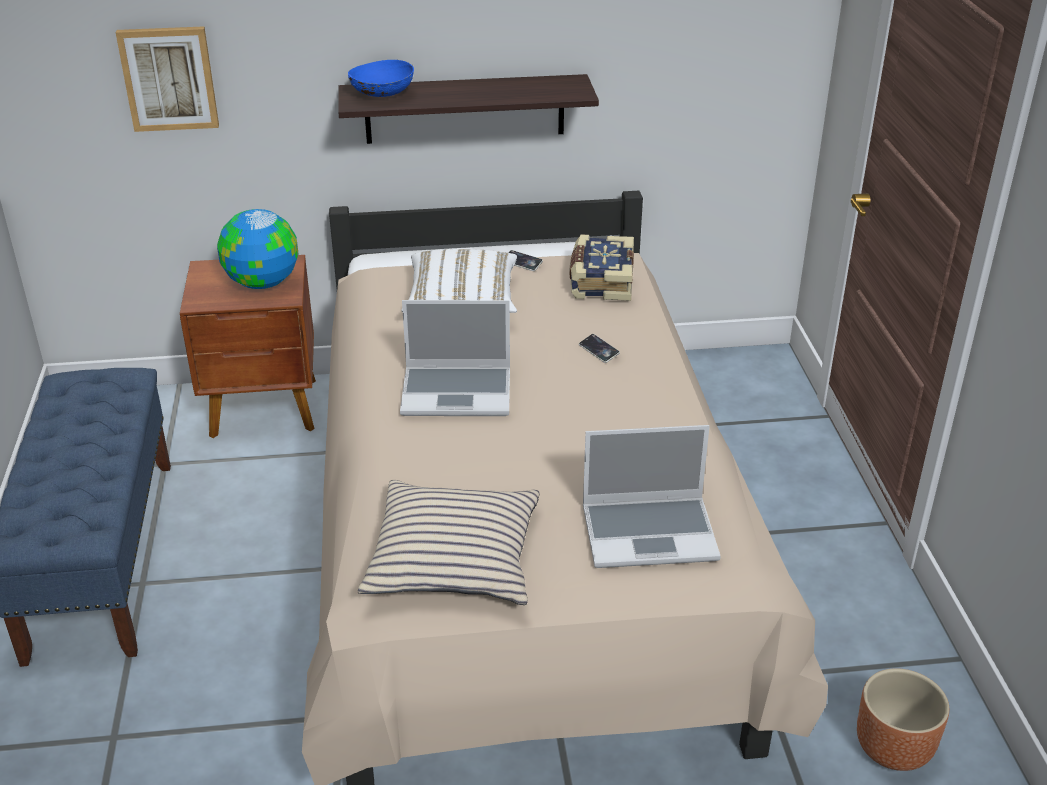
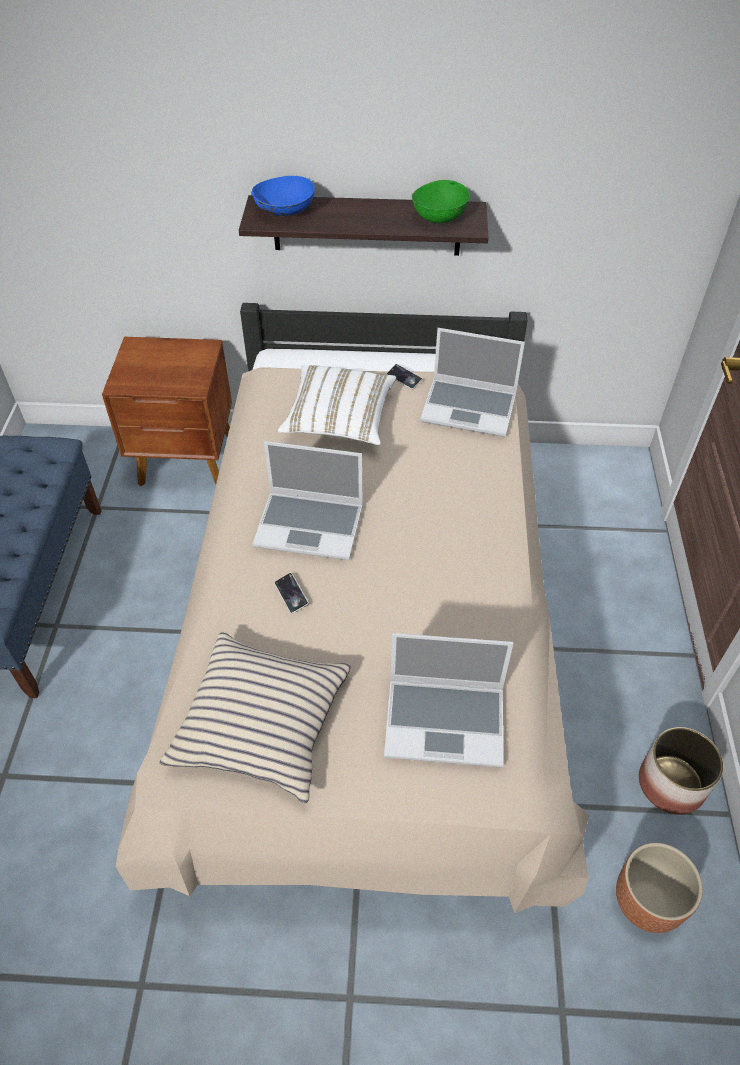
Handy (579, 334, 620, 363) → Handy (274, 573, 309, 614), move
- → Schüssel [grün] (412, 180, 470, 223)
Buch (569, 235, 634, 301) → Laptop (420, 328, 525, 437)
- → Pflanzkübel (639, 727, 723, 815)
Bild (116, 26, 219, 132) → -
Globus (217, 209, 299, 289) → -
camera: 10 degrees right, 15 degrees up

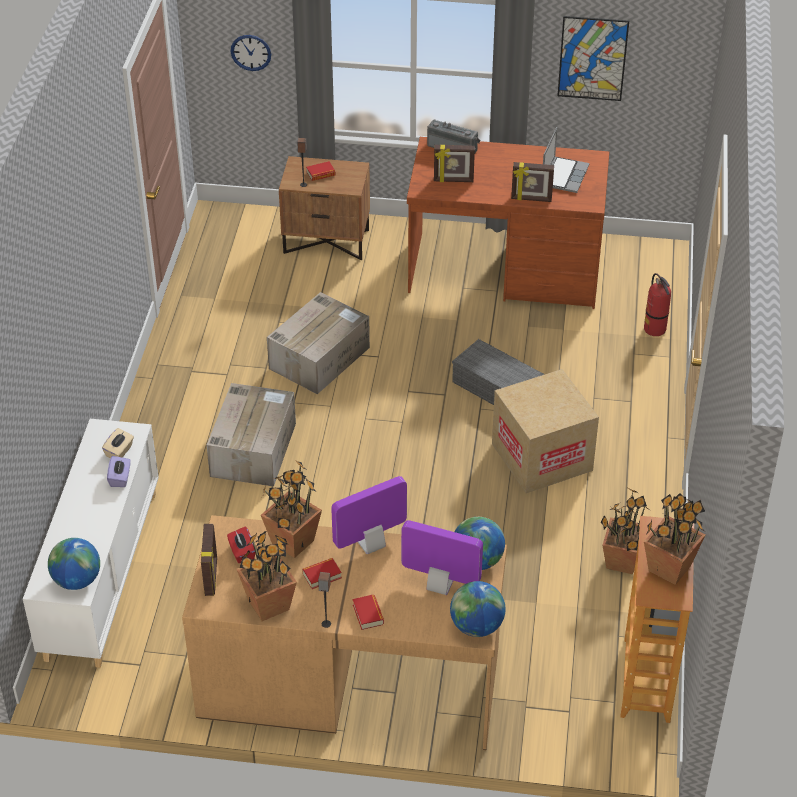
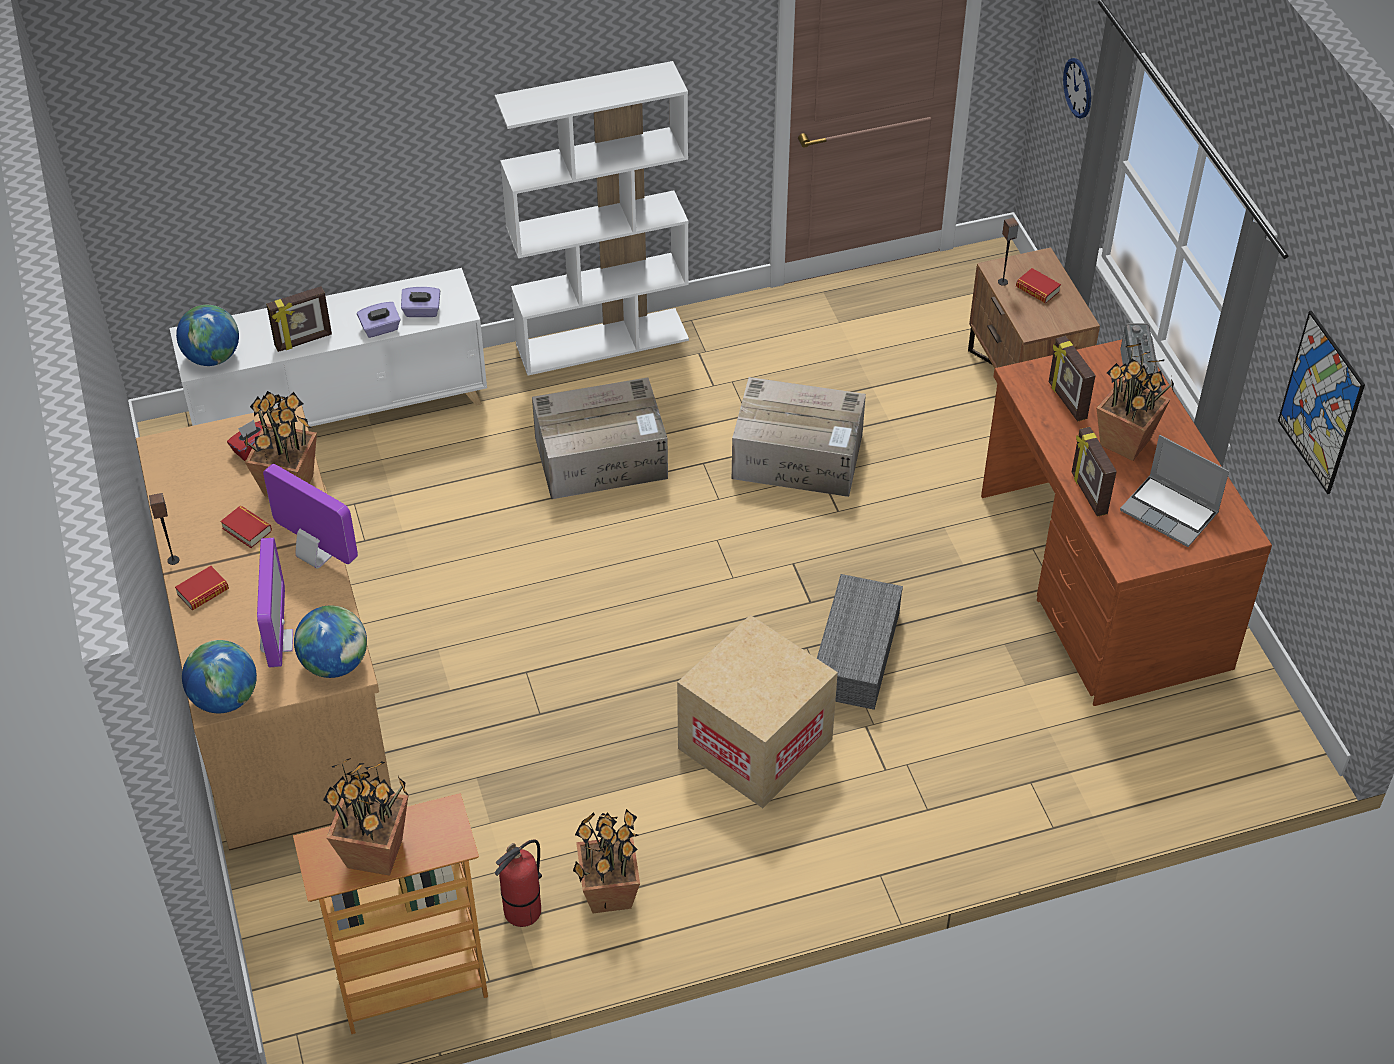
Bilderrahmen (201, 524, 217, 596) → Bilderrahmen (266, 286, 332, 352), move
Taschentuchbox [beige] (102, 428, 134, 458) → Taschentuchbox [lila] (401, 287, 440, 317)
- → Bücherregal [weiß] (495, 61, 689, 376)
Feuerlöscher (644, 273, 671, 336) → Feuerlöscher (495, 840, 542, 927), move
Topfpflanze (237, 532, 297, 621) → Topfpflanze (1096, 343, 1174, 461), move
Laptop (543, 127, 589, 193) → Laptop (1120, 435, 1229, 547), 45 degrees clockwise
camera: 65 degrees right, 5 degrees up

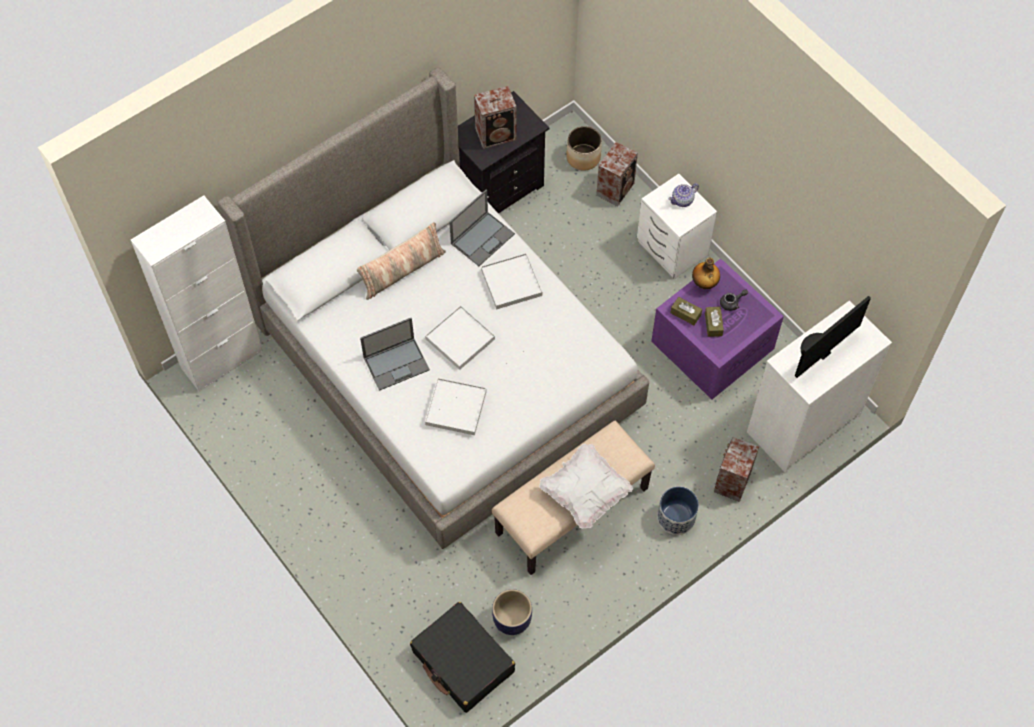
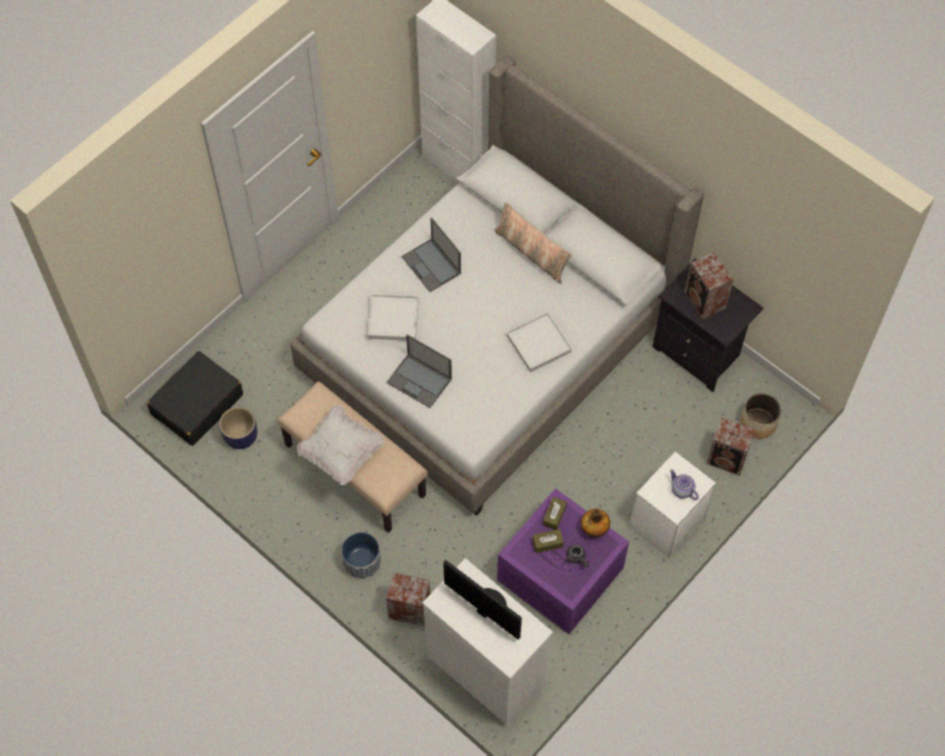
Laptop (449, 190, 515, 266) → Laptop (386, 335, 452, 408), move
Tablett [weiß] (425, 305, 495, 370) → -
camera: 80 degrees right, 0 degrees up

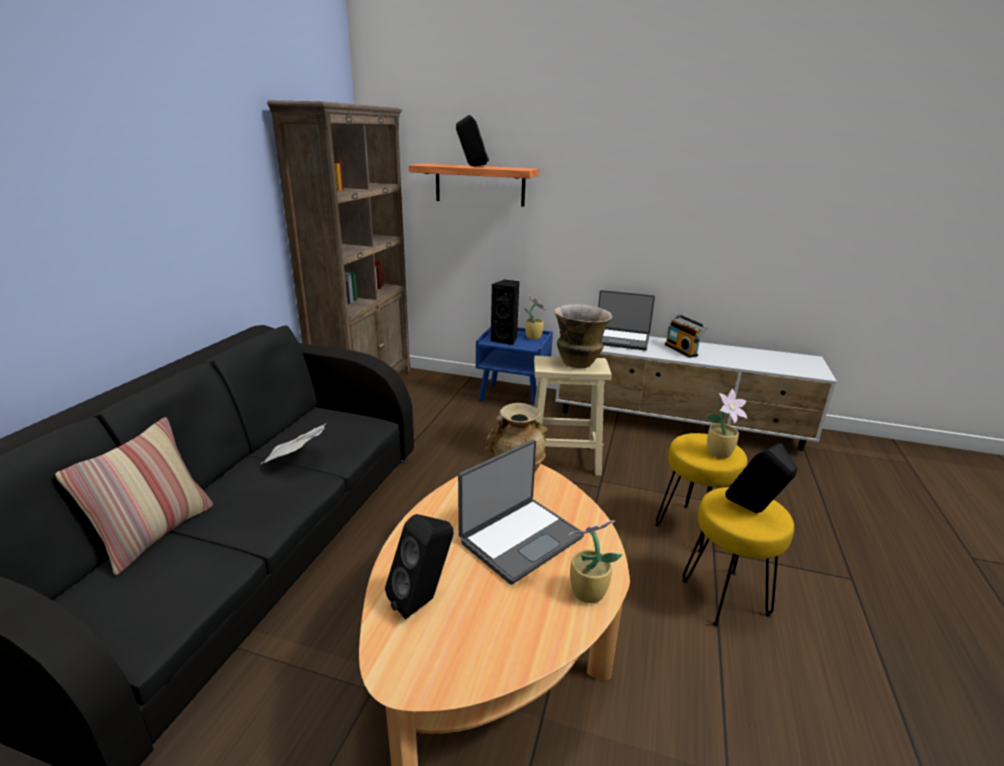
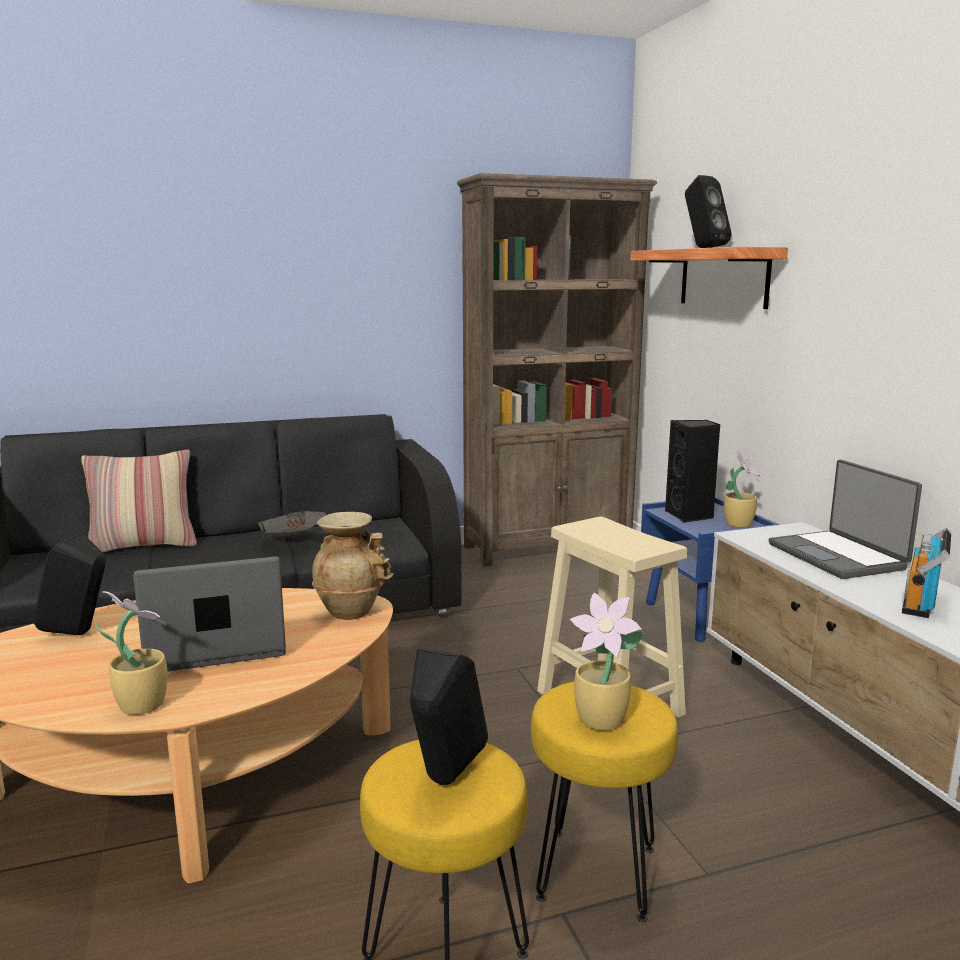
Laptop (458, 440, 584, 585) → Laptop (133, 556, 286, 672), 150 degrees clockwise
Vase (554, 304, 613, 368) → -
camera: 55 degrees right, 10 degrees down

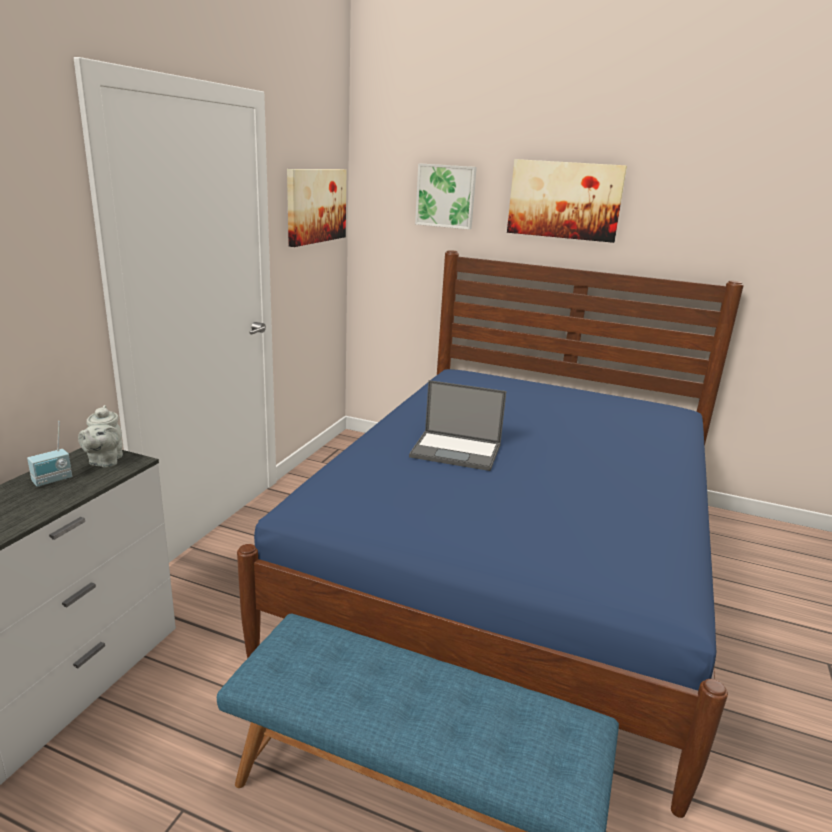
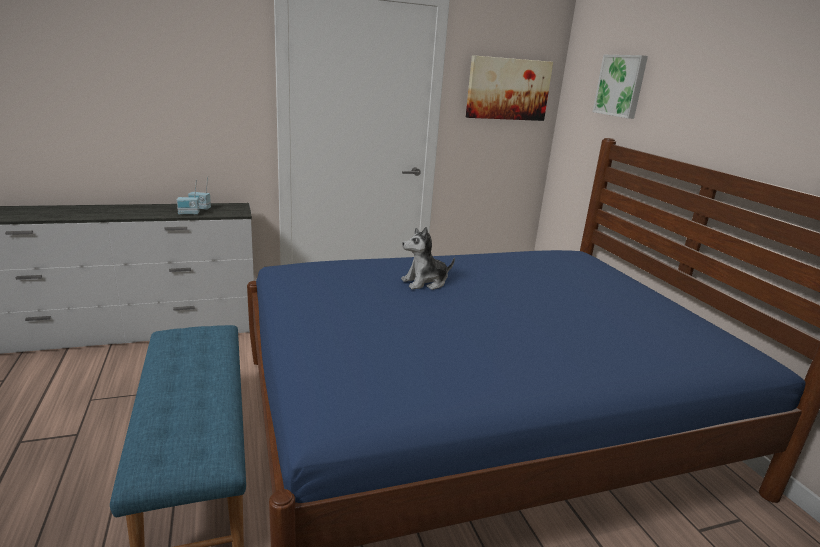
- → Radio (177, 180, 200, 215)
Laptop (409, 380, 506, 471) → Plüschtier (401, 227, 455, 290)
Teekanne [grau] (78, 405, 123, 467) → -
Bild (507, 159, 627, 243) → -
camera: 50 degrees right, 0 degrees up

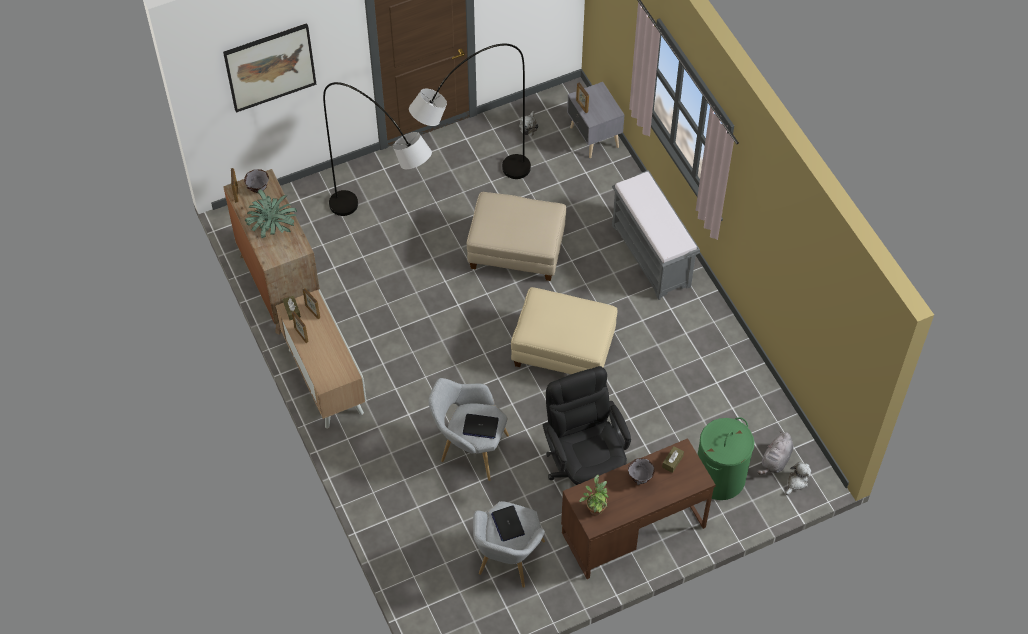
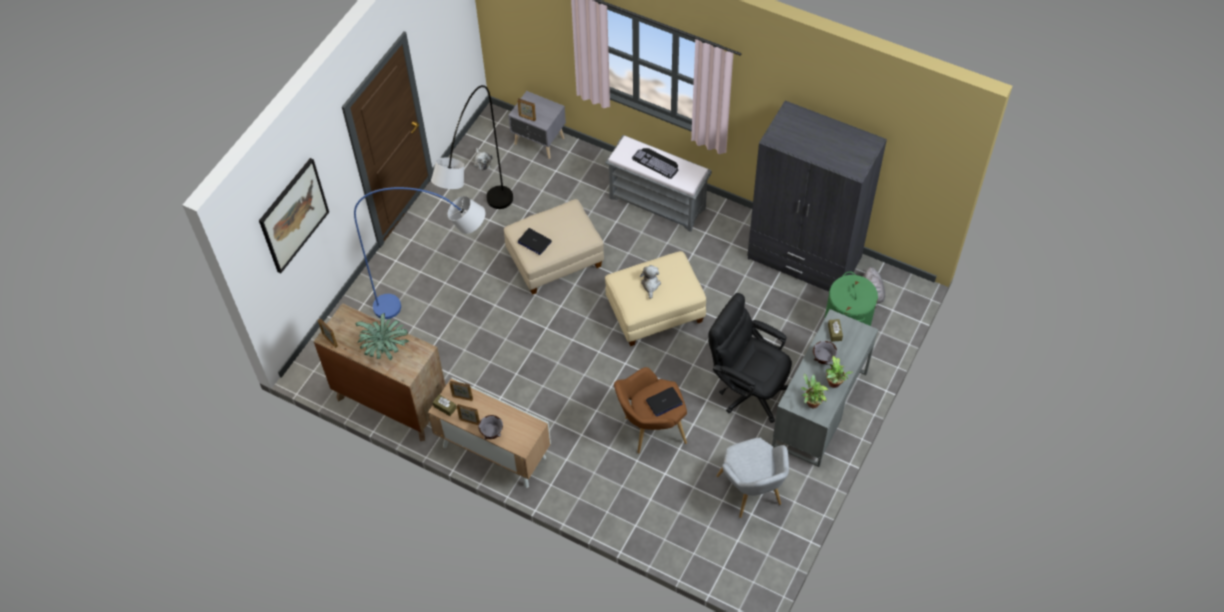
Stehlampe [grau] (323, 82, 432, 216) → Stehlampe [blau] (354, 187, 485, 319)
Schüssel [grau] (244, 169, 269, 193) → Schüssel [grau] (478, 415, 503, 440), move
Laptop (491, 505, 525, 542) → Laptop (518, 228, 552, 255), move
Sessel [grau] (429, 378, 509, 481) → Sessel [braun] (614, 367, 687, 454)
- → Tastatur (632, 148, 679, 179)
Plüschtier (785, 462, 811, 495) → Plüschtier (640, 265, 661, 299), move
- → Kleiderschrank [grau] (747, 101, 887, 292)
Schreibtisch [braun] (561, 438, 716, 579) → Schreibtisch [grau] (772, 309, 878, 467)
- → Topfpflanze (826, 356, 853, 388)
camera: 35 degrees left, 0 degrees up

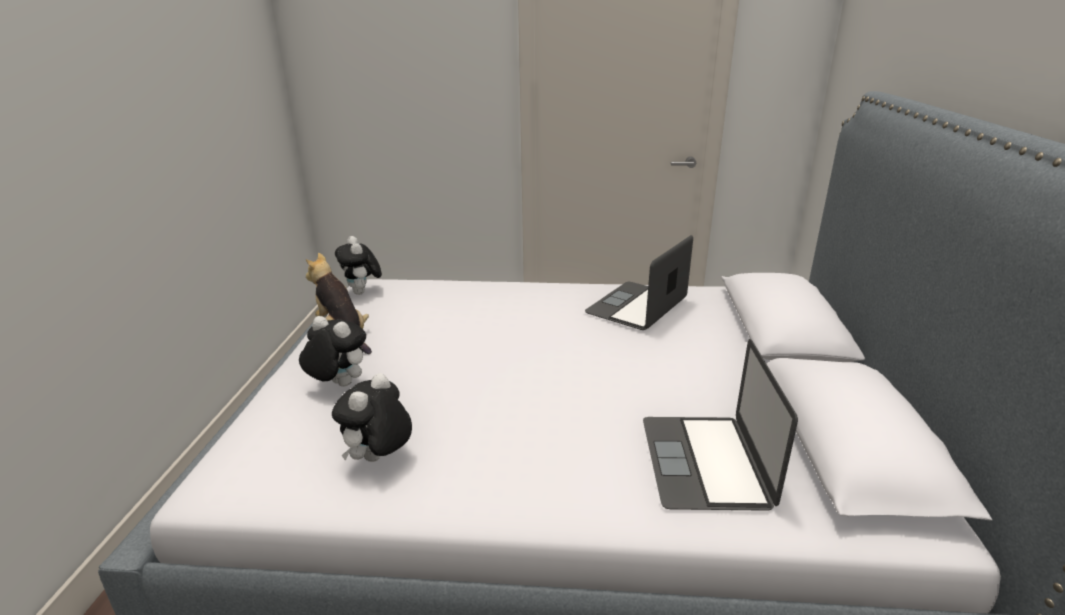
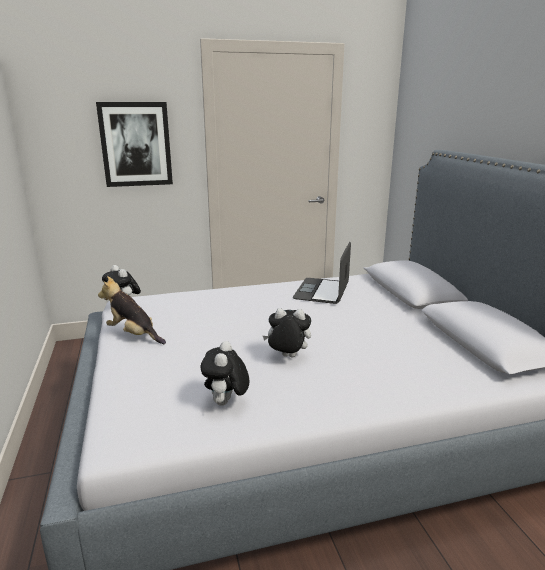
- → Bild (96, 102, 173, 187)
Plüschtier (299, 316, 366, 387) → Plüschtier (263, 308, 311, 358), move
Laptop (643, 339, 798, 511) → -
camera: 20 degrees left, 5 degrees down

